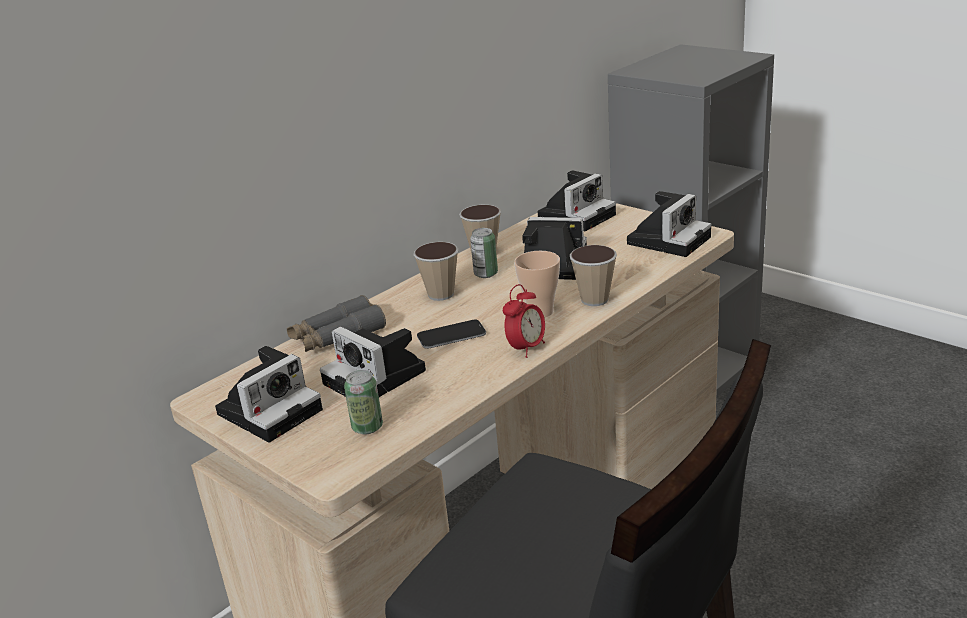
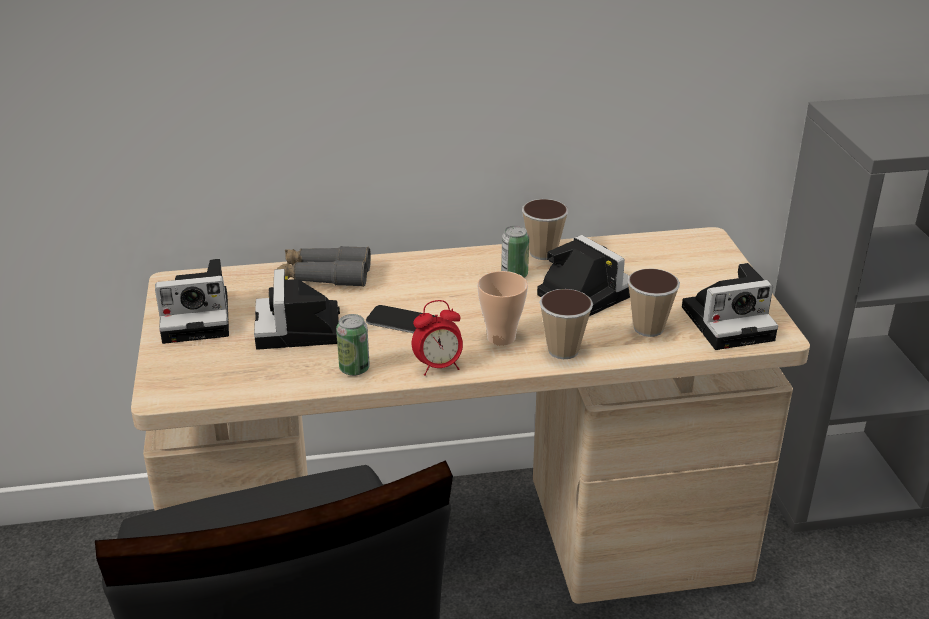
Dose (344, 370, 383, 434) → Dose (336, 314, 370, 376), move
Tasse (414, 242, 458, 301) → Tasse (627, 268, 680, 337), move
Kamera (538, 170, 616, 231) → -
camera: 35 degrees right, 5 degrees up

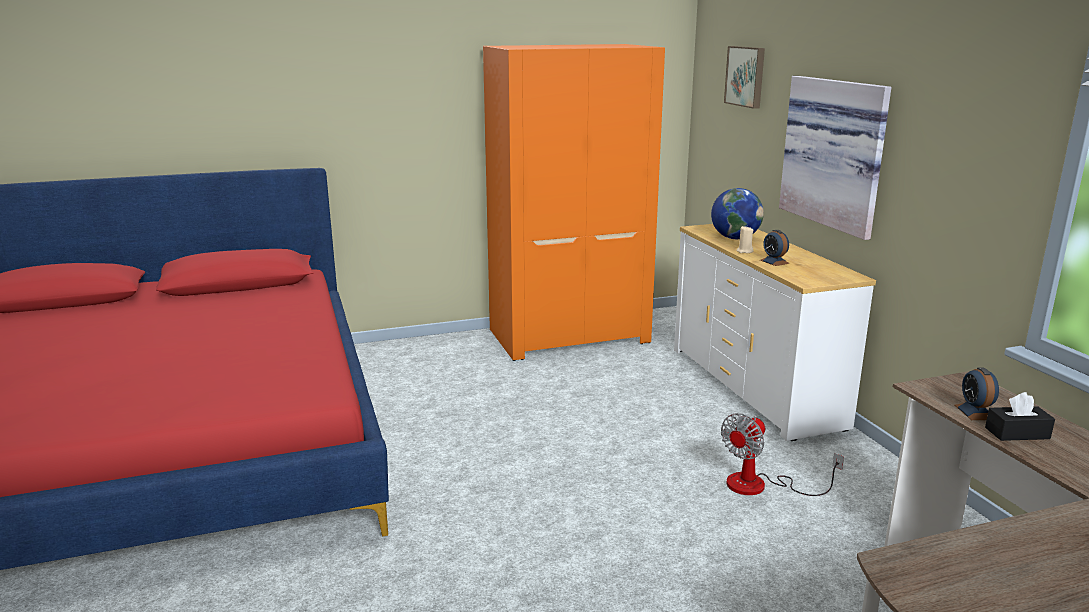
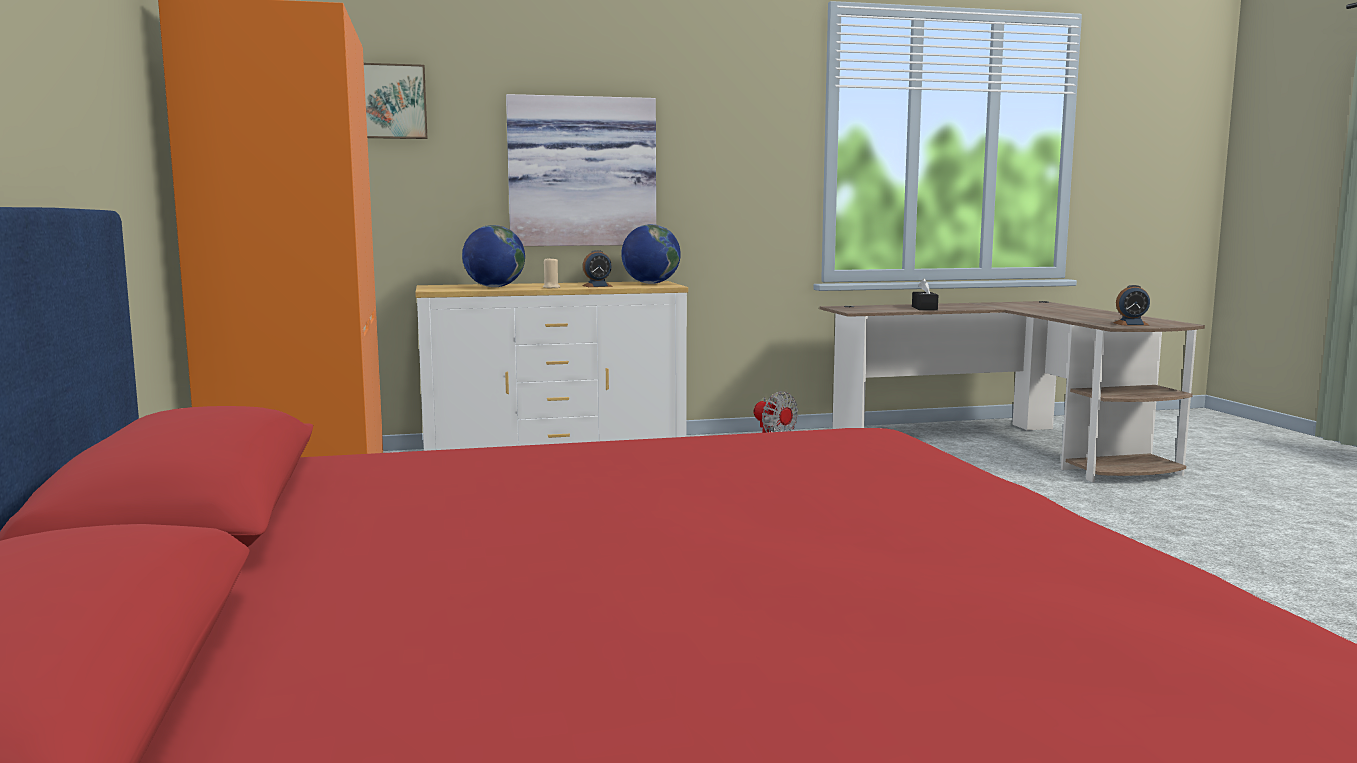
- → Globus (621, 224, 681, 284)
Wecker (955, 367, 999, 420) → Wecker (1113, 285, 1150, 325), move
camera: 85 degrees left, 10 degrees down

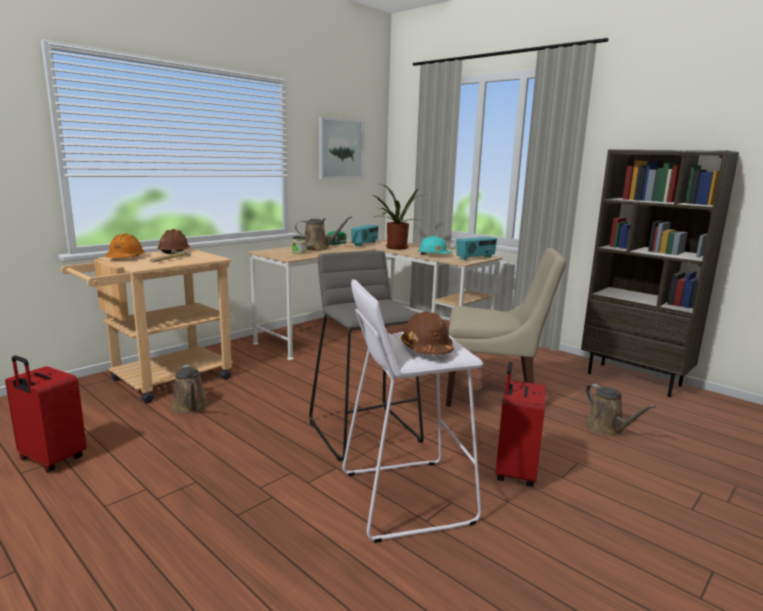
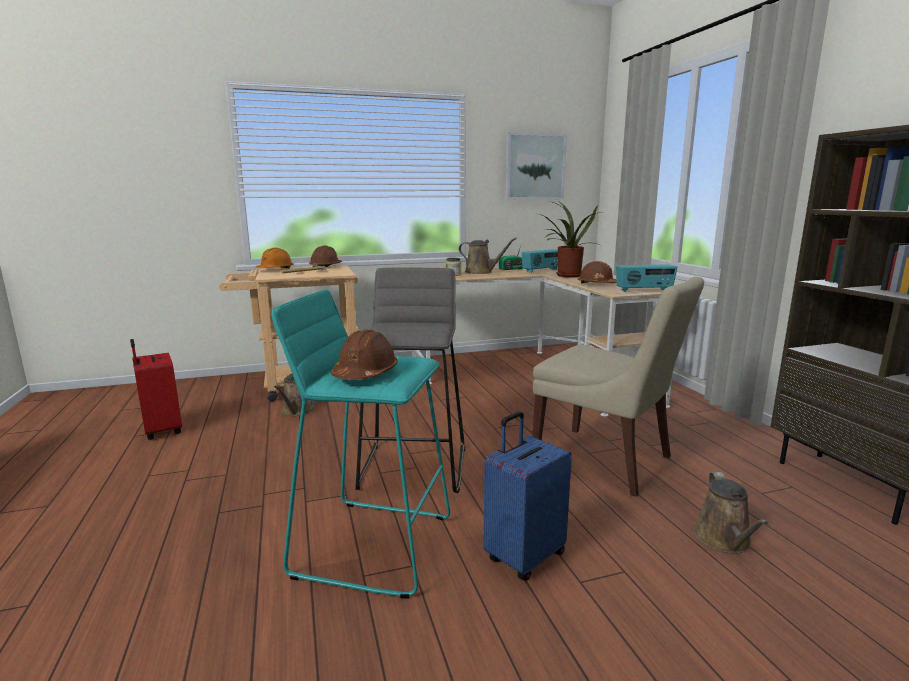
Hocker [weiß] (343, 279, 483, 543) → Hocker [türkis] (272, 289, 450, 599)
Koffer [rot] (496, 362, 546, 487) → Koffer [blau] (483, 411, 572, 580)
Schutzhelm [türkis] (418, 236, 452, 255) → Schutzhelm [braun] (578, 261, 616, 283)
camera: 30 degrees right, 0 degrees up

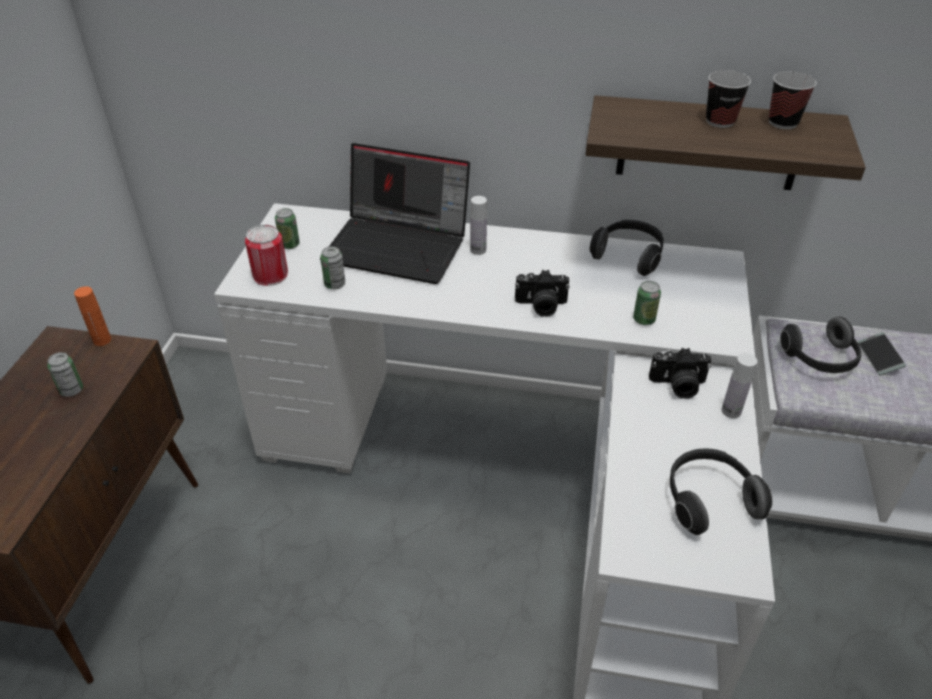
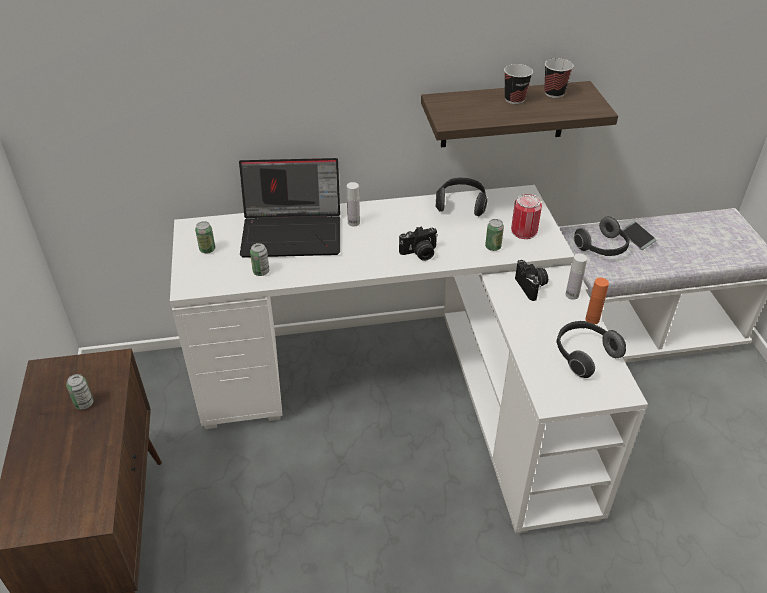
Dose (245, 225, 288, 286) → Dose (511, 194, 542, 239), move
Kamera (649, 348, 711, 399) → Kamera (515, 260, 548, 301), 90 degrees counterclockwise
Flasche [orange] (74, 286, 111, 346) → Flasche [orange] (585, 278, 609, 324), move
camera: 20 degrees left, 0 degrees up

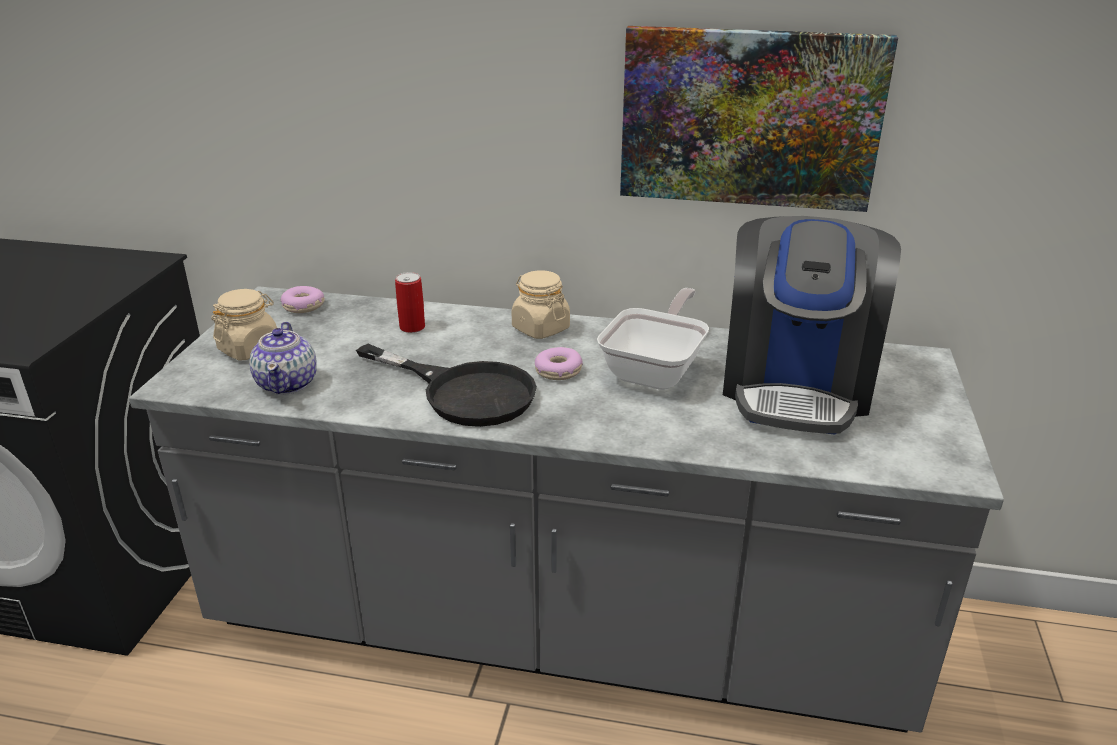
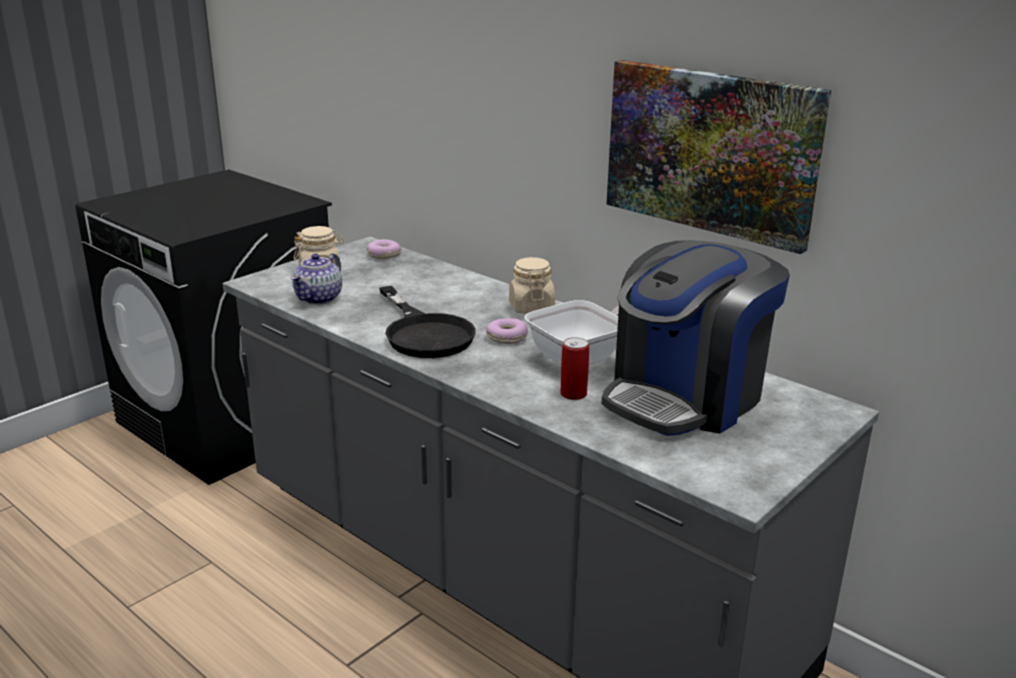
Dose (395, 272, 425, 333) → Dose (560, 337, 589, 400), move
camera: 30 degrees right, 5 degrees down

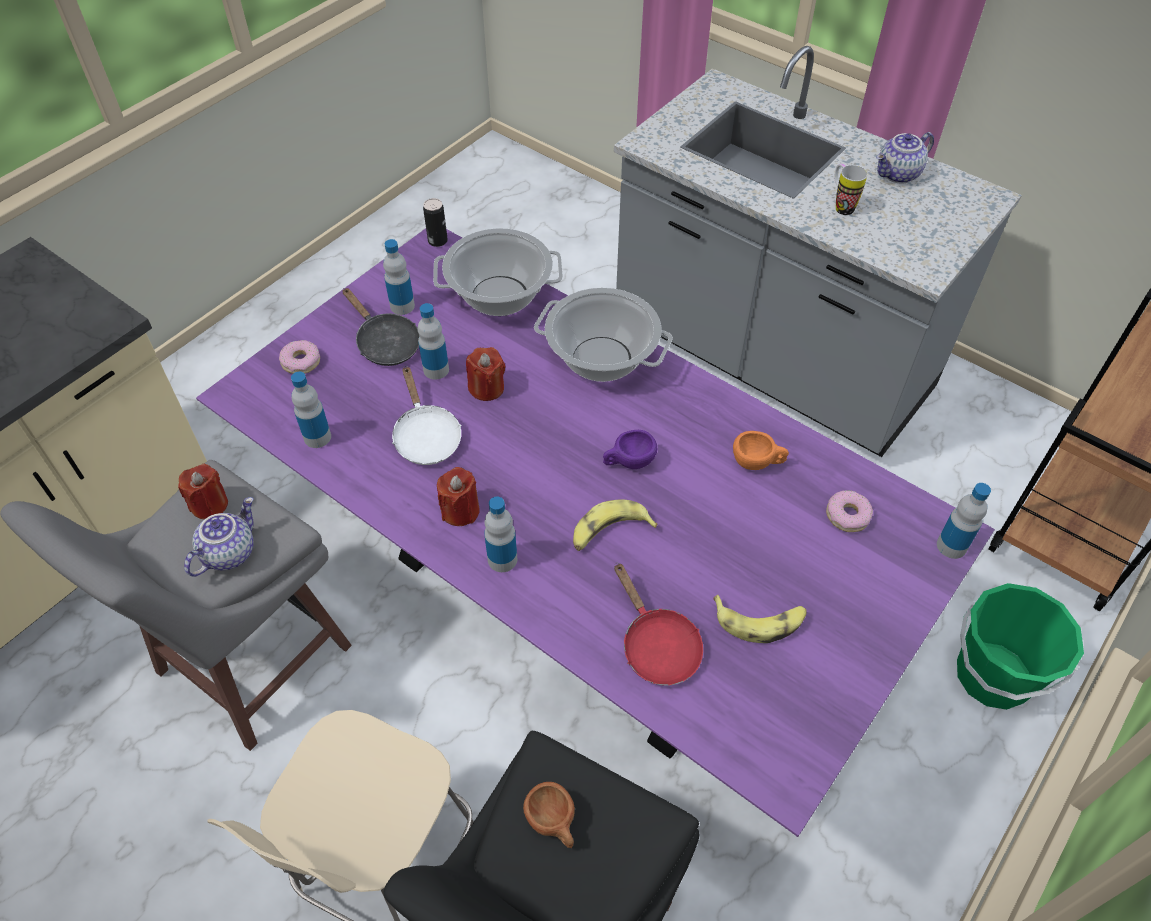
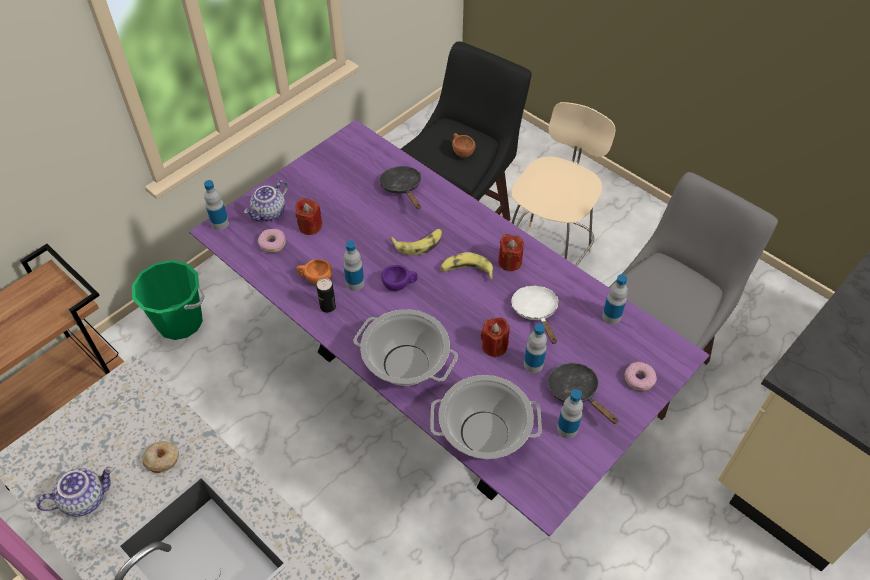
Henkelbecher (835, 164, 867, 215) → Donut (143, 441, 179, 473)
Teekanne (184, 497, 254, 577) → Teekanne (244, 180, 288, 221), move
Kerze [rot] (178, 464, 228, 519) → Kerze [rot] (295, 198, 322, 235), move
Dose (423, 198, 448, 247) → Dose (316, 278, 336, 313), move
Flasche (484, 497, 517, 572) → Flasche (343, 241, 364, 291), move
Pfanne [rot] (614, 563, 703, 686) → Pfanne [schwarz] (380, 166, 421, 209)
Banane (713, 595, 807, 643) → Banane (441, 252, 494, 279), move
camera: 175 degrees left, 0 degrees up

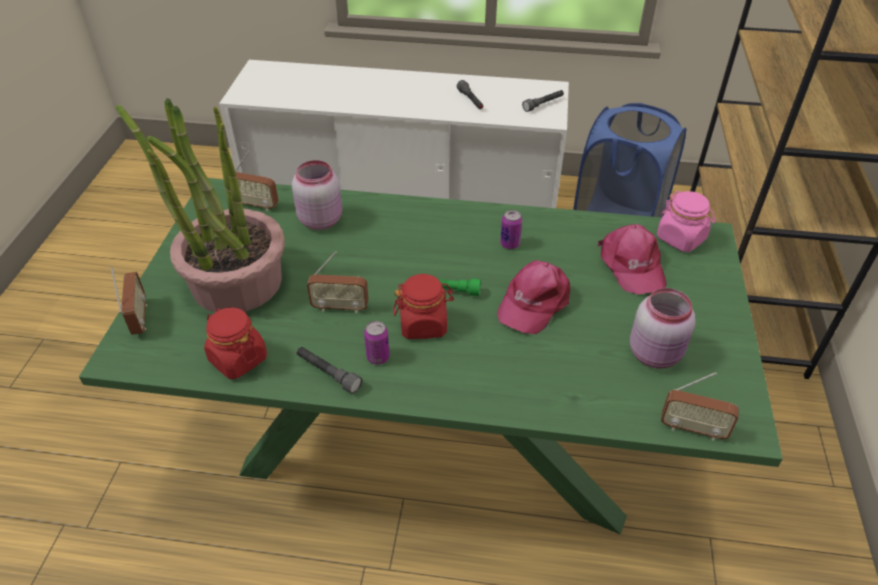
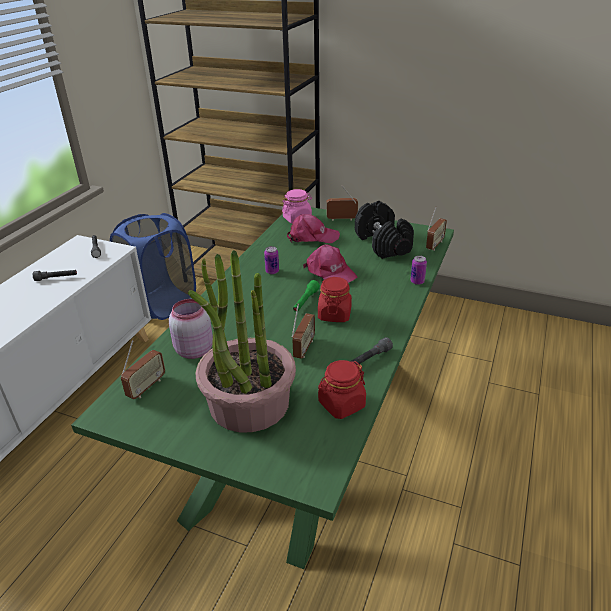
Radio (111, 267, 147, 335) → Radio (327, 185, 358, 221), move
Vorratsglas [rosa] (630, 288, 696, 369) → Hantel [schwarz] (355, 201, 414, 259)
Dose (364, 321, 390, 365) → Dose (410, 256, 427, 285), move
camera: 75 degrees left, 10 degrees down

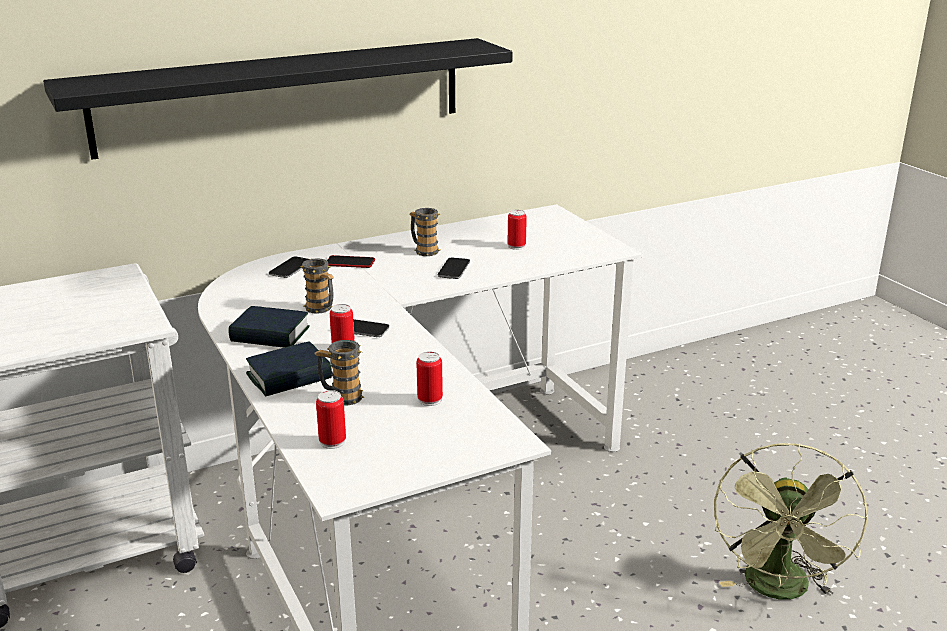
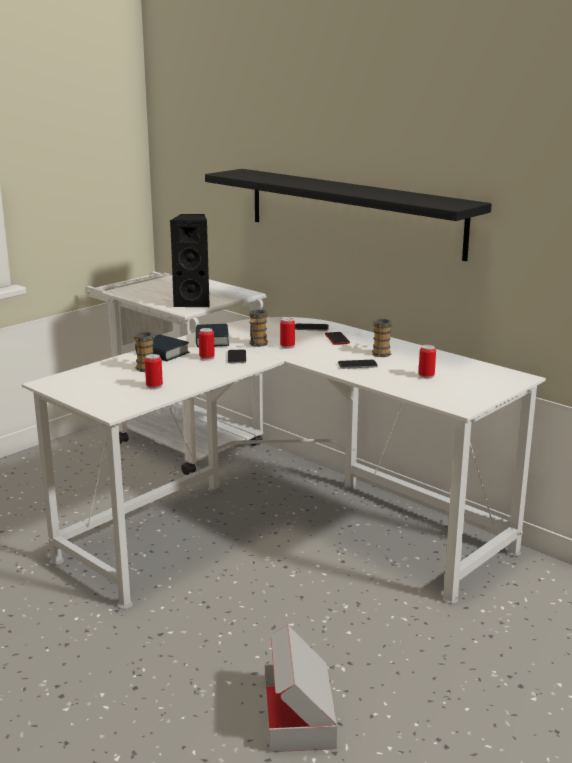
- → Lautsprecher [schwarz] (169, 214, 210, 307)
Ventilator [grün] (714, 443, 868, 599) → Karton (265, 625, 337, 752)
Dose (316, 390, 346, 449) → Dose (280, 317, 295, 349), move
camera: 70 degrees right, 5 degrees down

